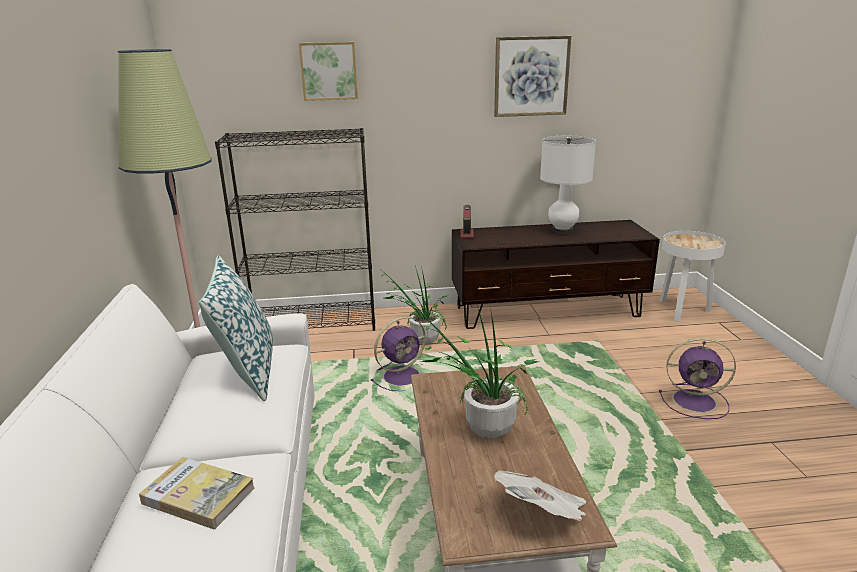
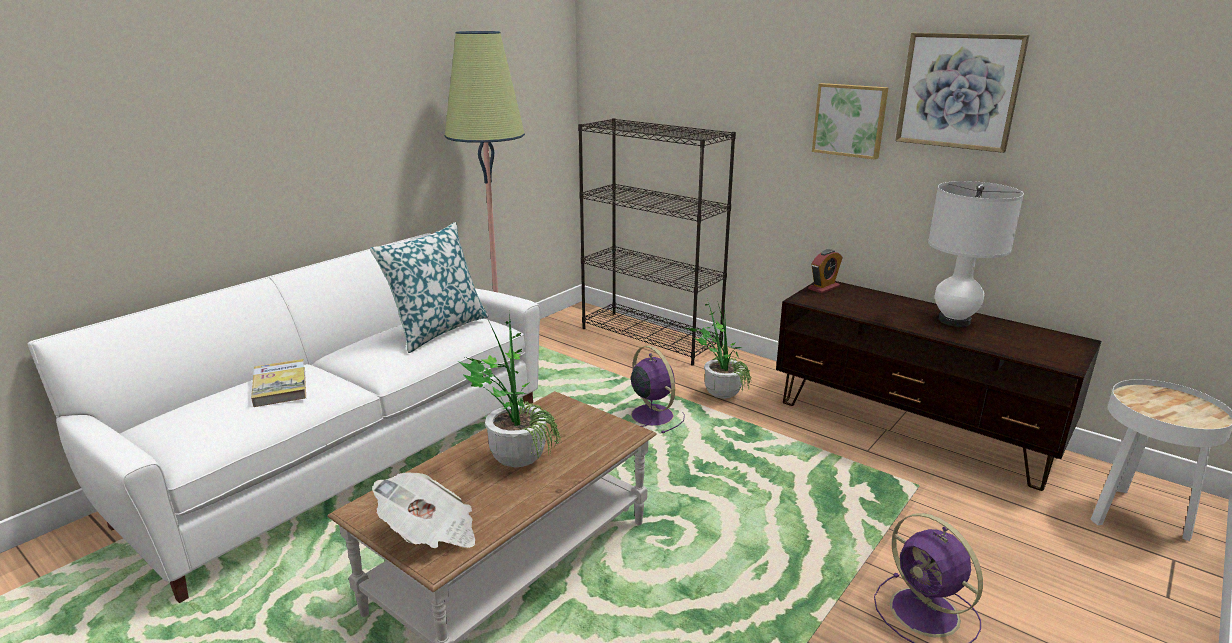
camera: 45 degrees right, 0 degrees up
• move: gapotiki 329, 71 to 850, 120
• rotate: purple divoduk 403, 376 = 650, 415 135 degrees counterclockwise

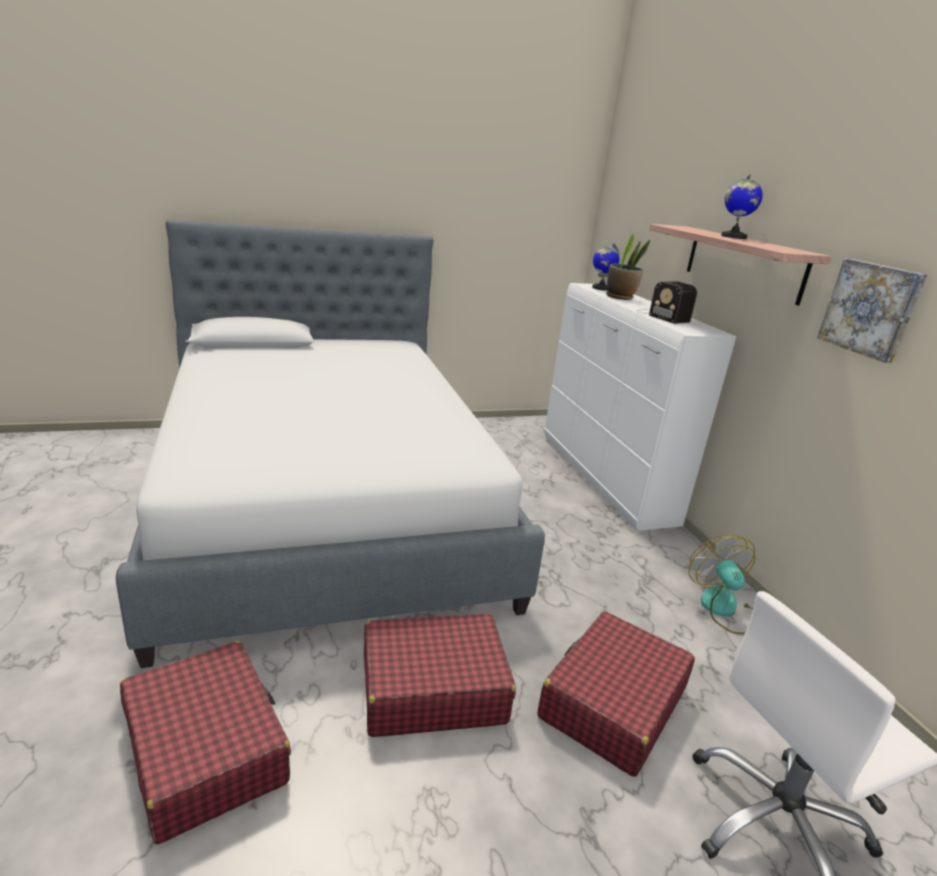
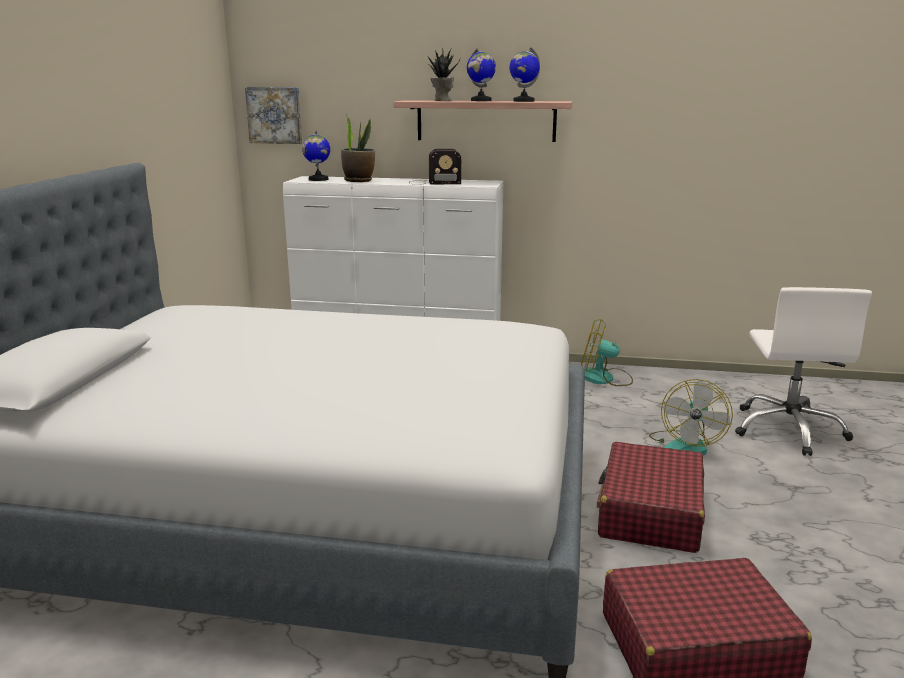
camera: 60 degrees left, 5 degrees down
• move: gapotiki 871, 309 to 275, 115
• replace: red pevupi 612, 704 to divoduk 685, 446
• insert: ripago 523, 101
• insert: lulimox 442, 100

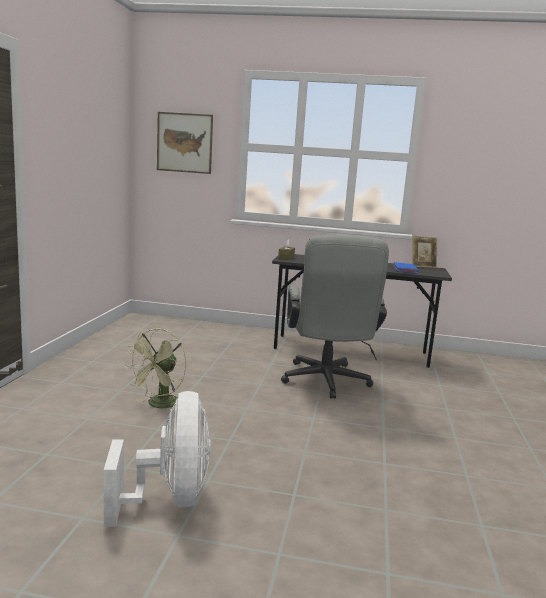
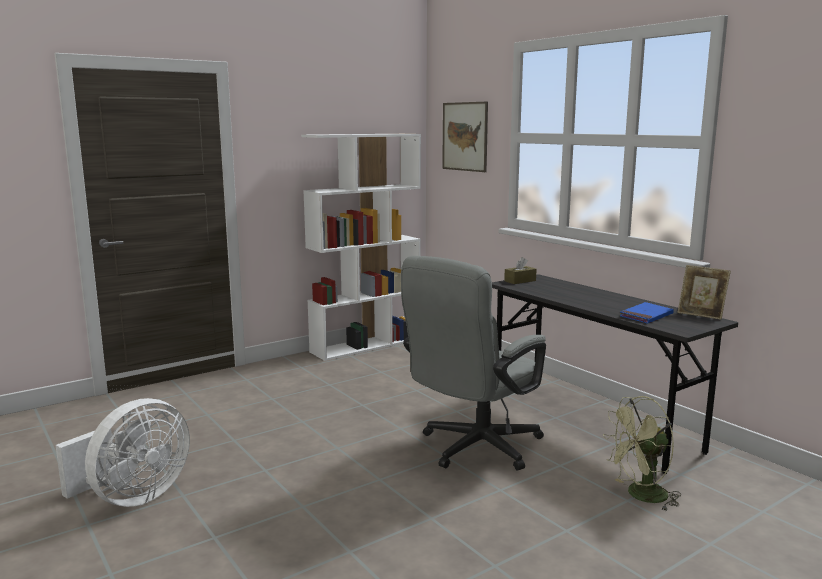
camera: 45 degrees right, 0 degrees up
• move: green divoduk 159, 405 to 640, 496
• insert: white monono 366, 345

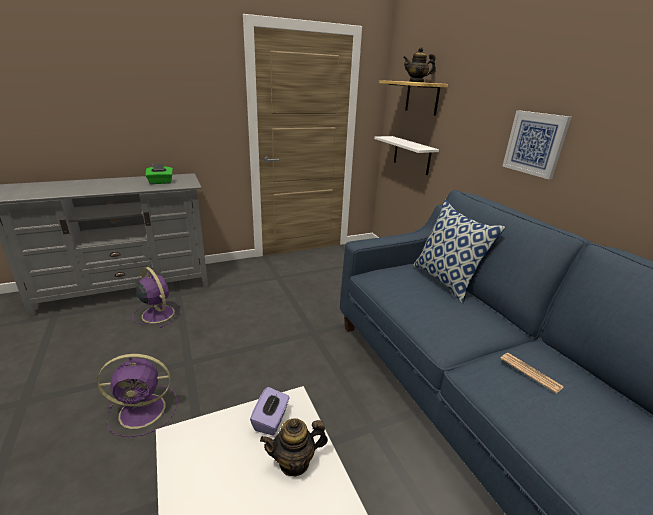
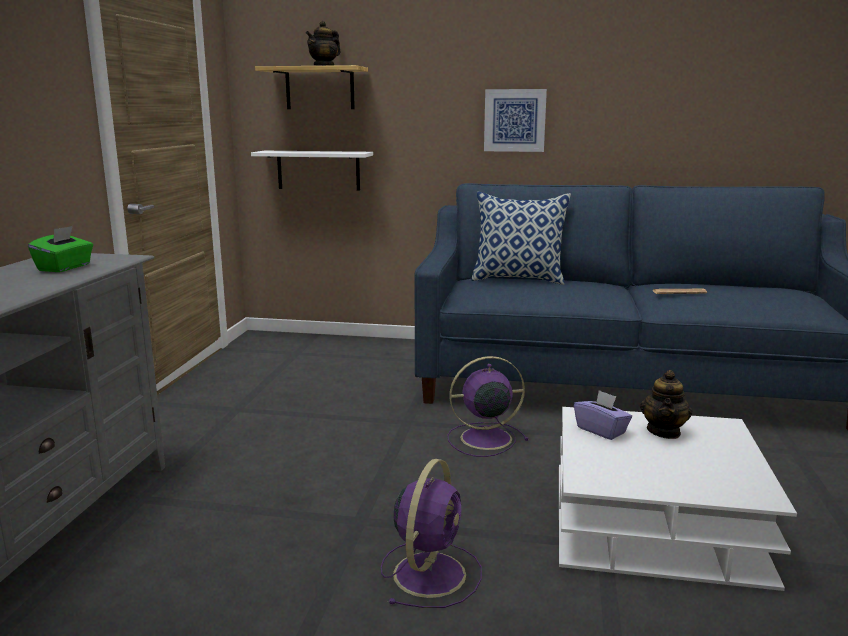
camera: 55 degrees left, 10 degrees down
• move: purple divoduk 157, 313 to 483, 438

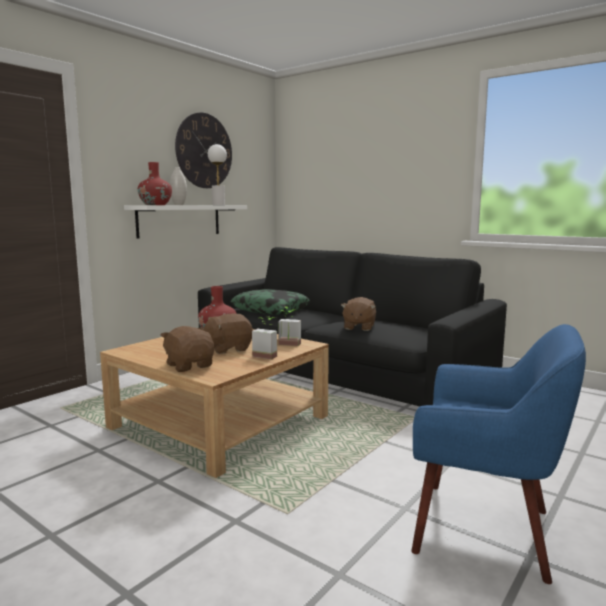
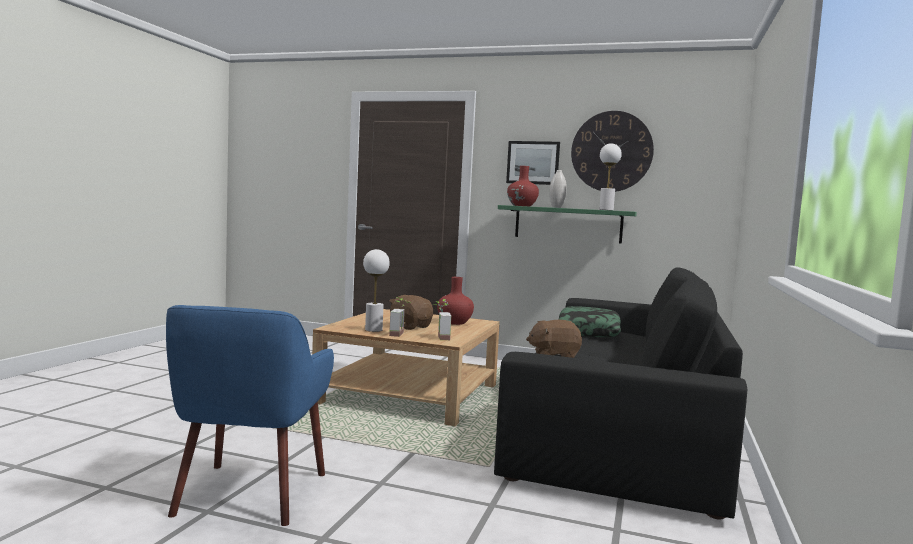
camera: 70 degrees right, 5 degrees down
• recolor: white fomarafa 179, 220 to green fomarafa 568, 224
• delete: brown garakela 190, 365
• insert: gapotiki 533, 162
• insert: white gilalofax 373, 330

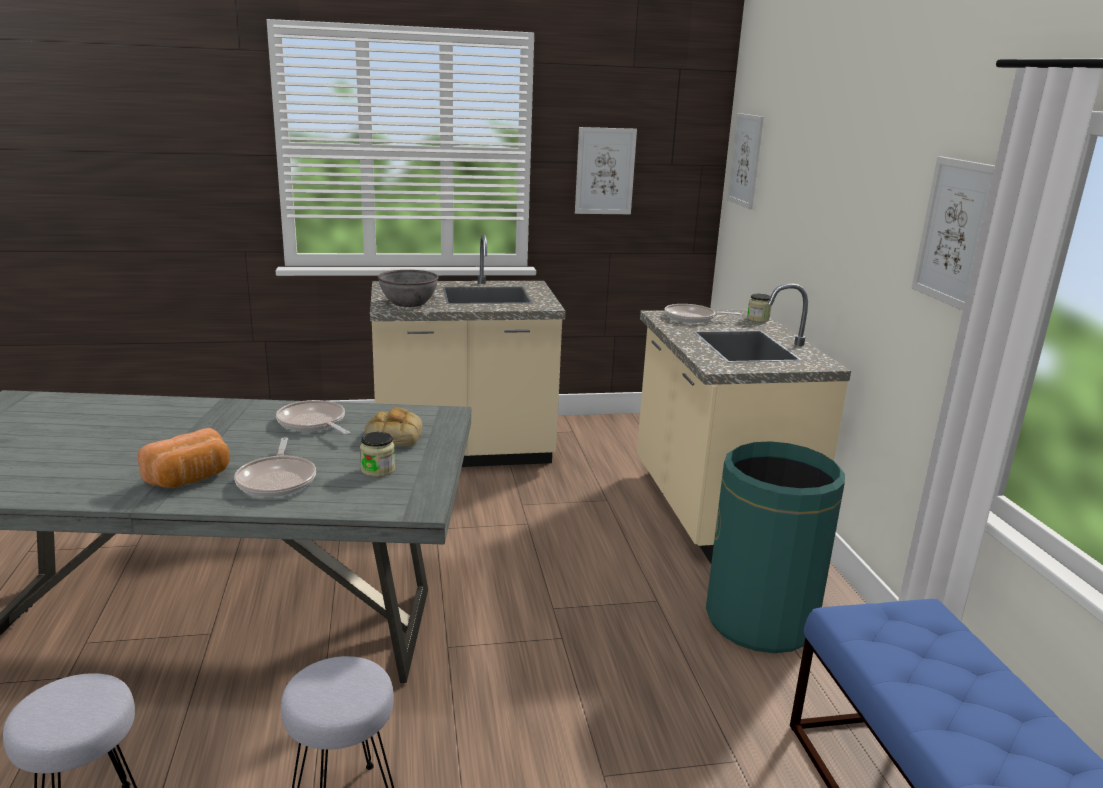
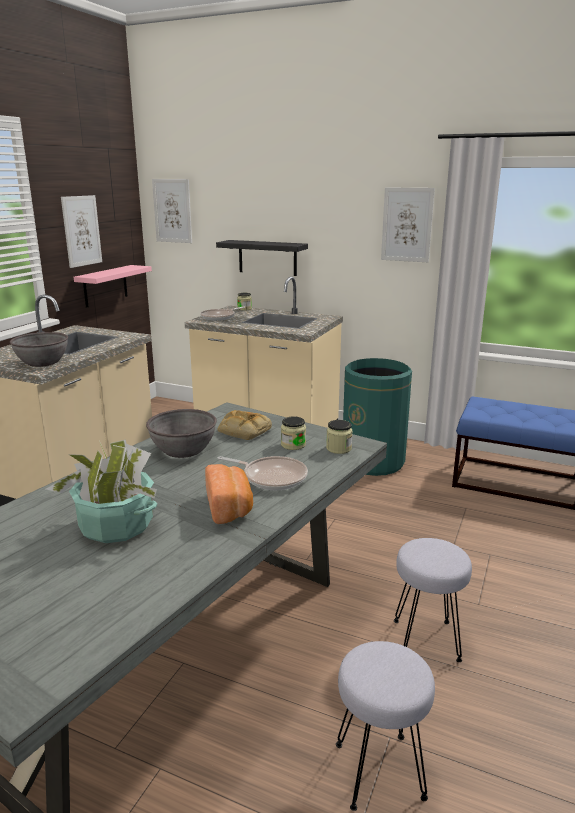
camera: 55 degrees left, 0 degrees up
• replace: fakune 313, 423 to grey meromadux 183, 450
• insert: black fomarafa 267, 257
• insert: pink fomarafa 105, 286
• insert: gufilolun 338, 448
• insert: lulimox 116, 526

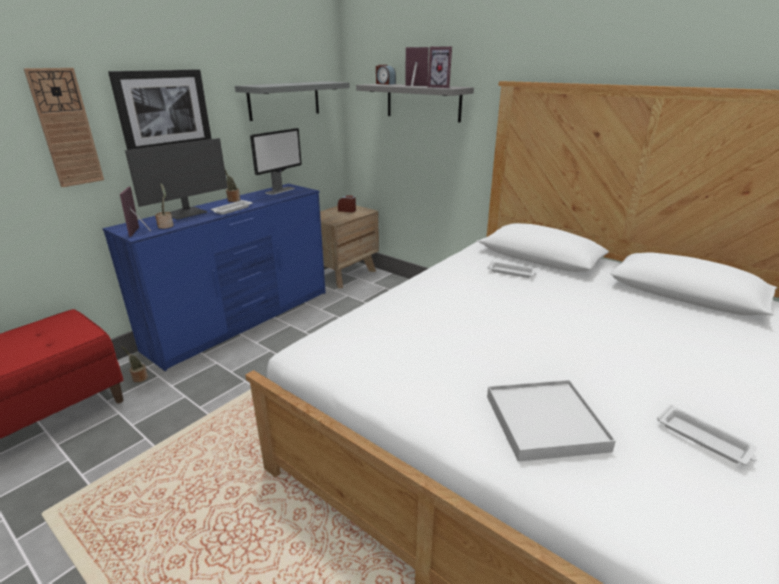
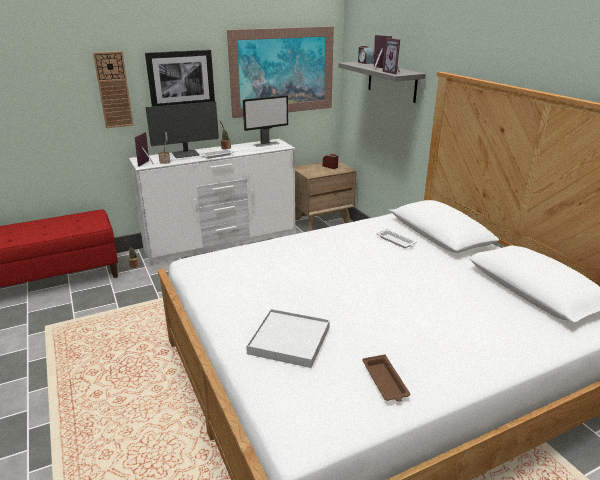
camera: 25 degrees right, 0 degrees up
• replace: grey fomarafa 284, 100 to gapotiki 282, 71
• recolor: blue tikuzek 243, 319 to white tikuzek 222, 241
• recolor: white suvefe 704, 439 to brown suvefe 385, 381

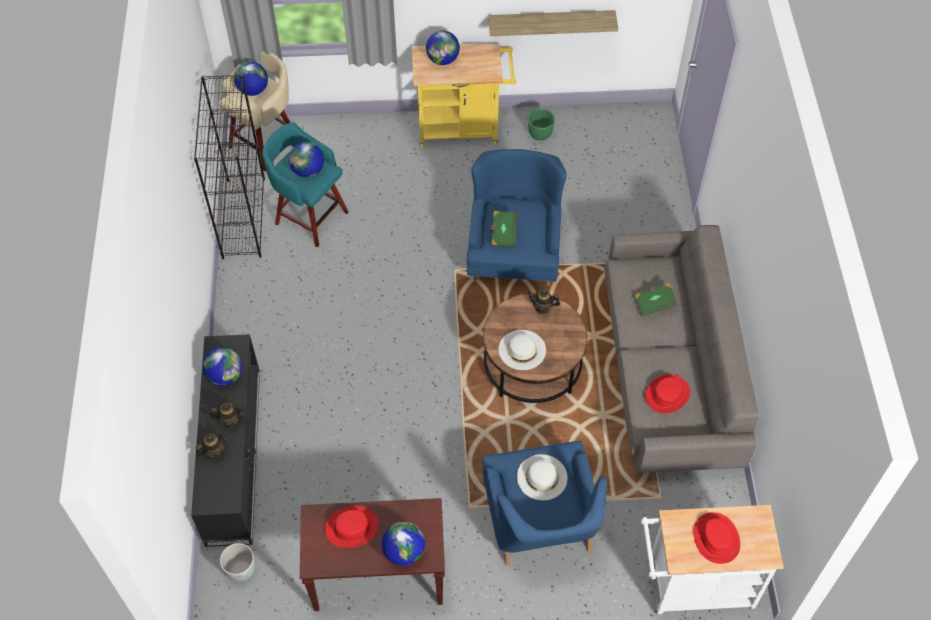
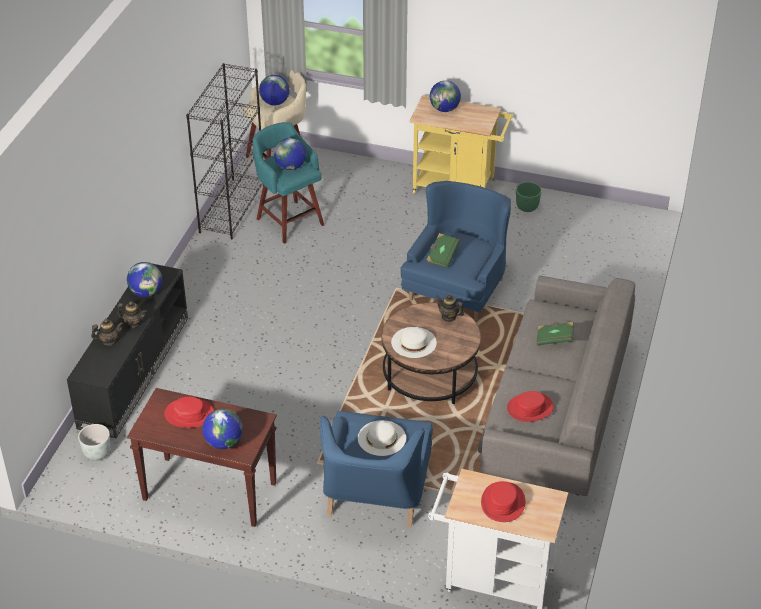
camera: 20 degrees right, 15 degrees down
• delete: fomarafa 551, 22

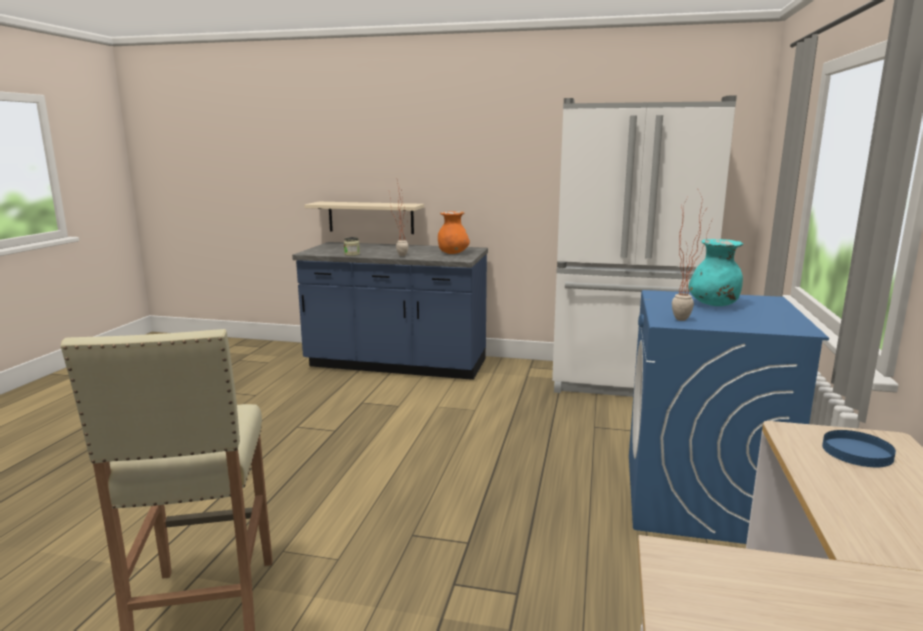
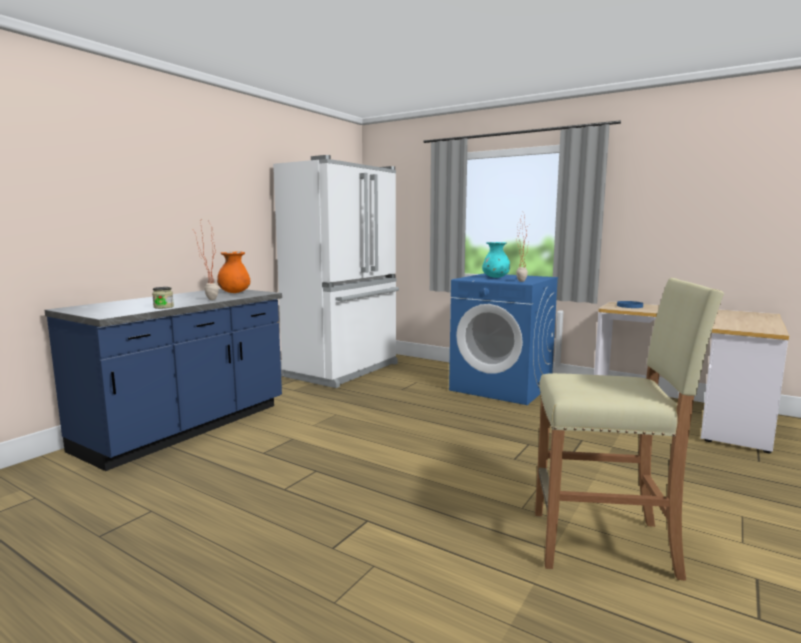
camera: 70 degrees left, 5 degrees down
• delete: beige fomarafa 371, 217

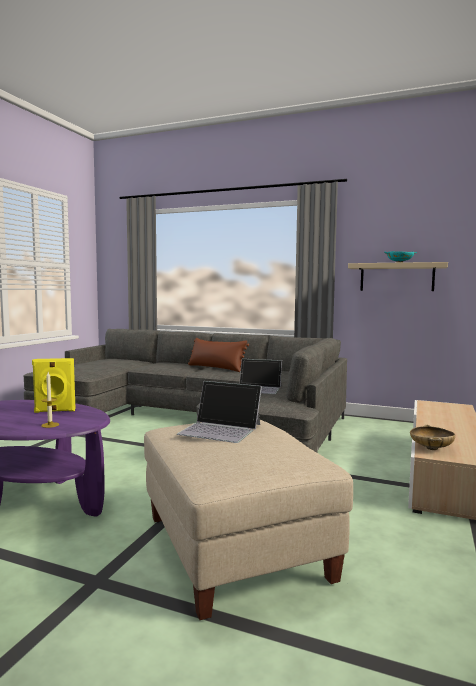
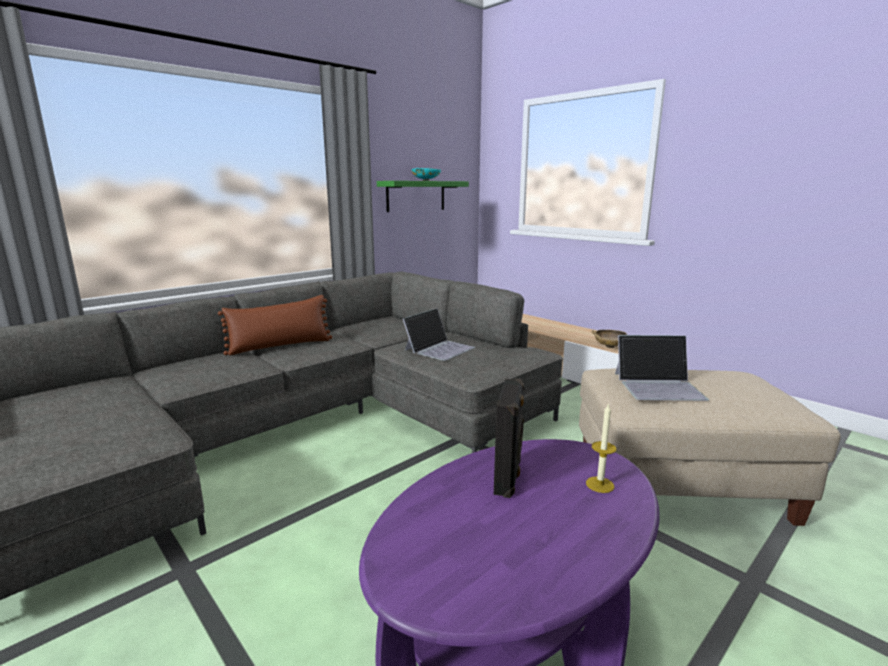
camera: 65 degrees left, 10 degrees up
• recolor: beige fomarafa 396, 277 to green fomarafa 416, 196
• recolor: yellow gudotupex 55, 411 to black gudotupex 508, 477
• rotate: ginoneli 221, 429 = 659, 386 45 degrees clockwise

